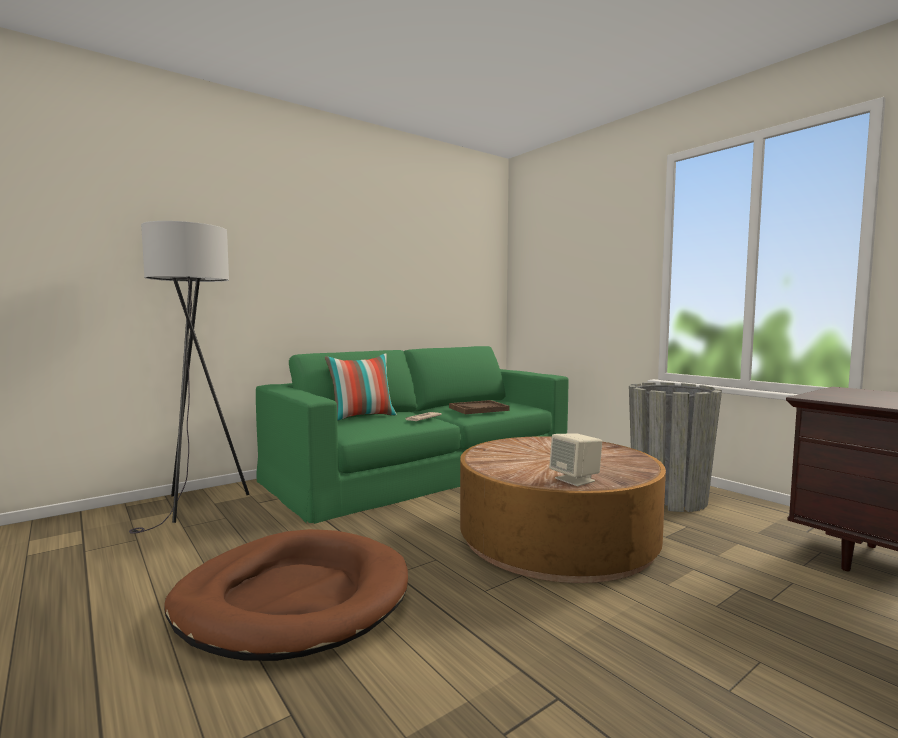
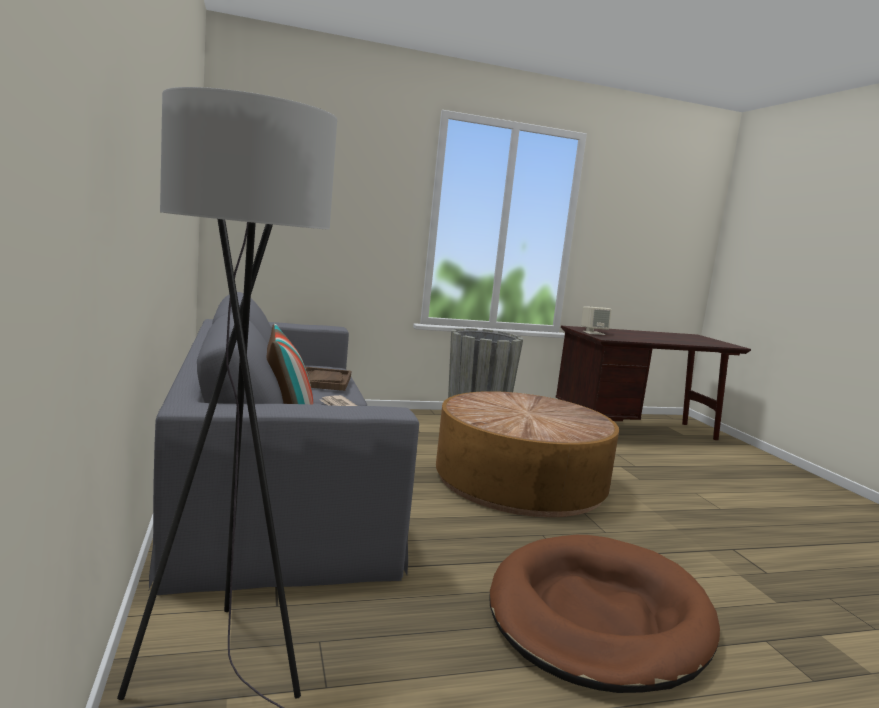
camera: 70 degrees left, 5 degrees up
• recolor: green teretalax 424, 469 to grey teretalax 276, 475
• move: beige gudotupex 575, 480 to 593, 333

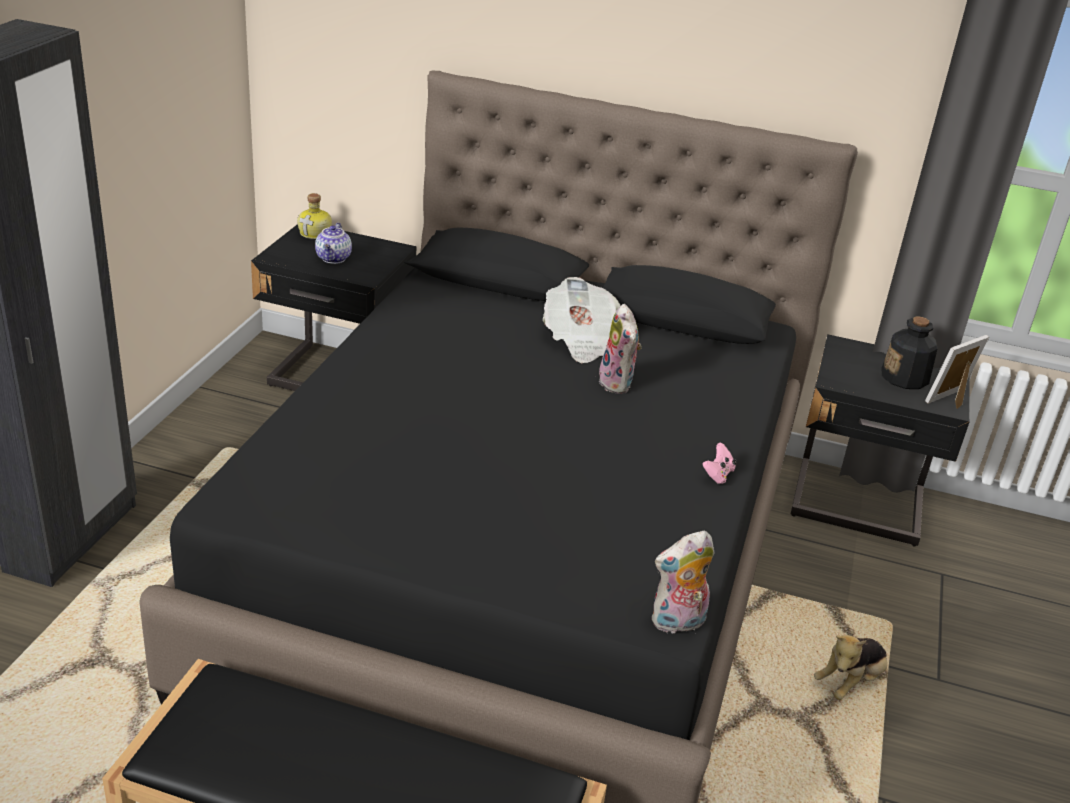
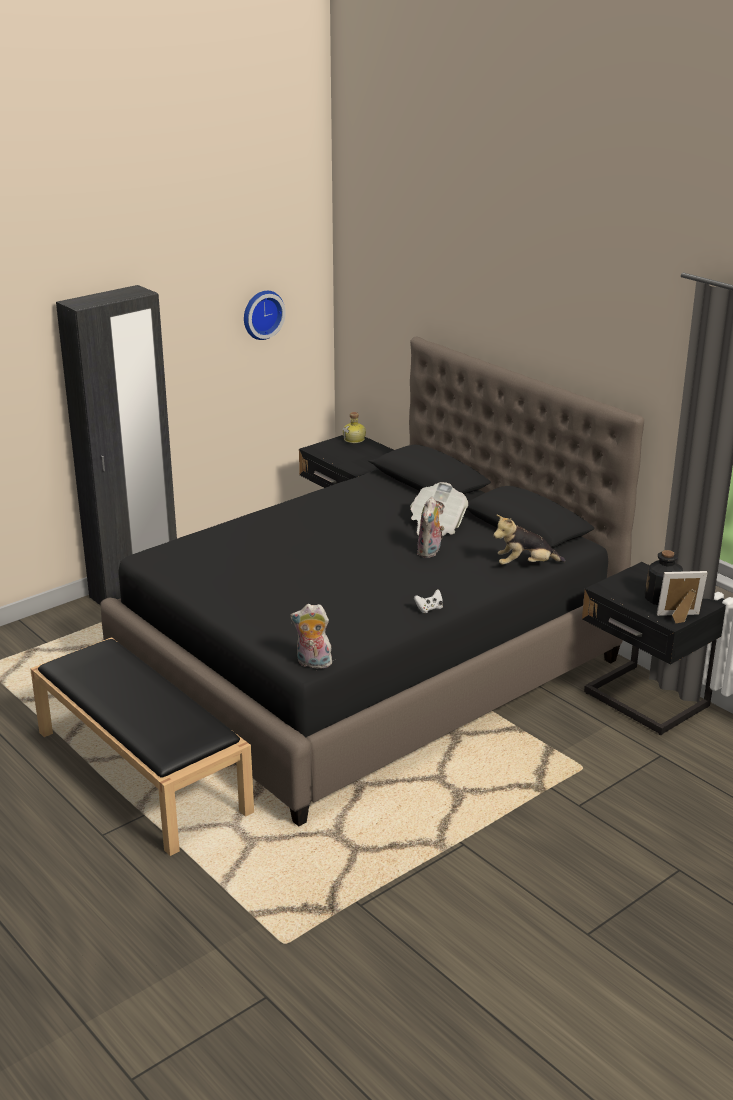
camera: 35 degrees right, 5 degrees down
• delete: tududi 334, 258
• recolor: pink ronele 718, 474 to white ronele 429, 609
• move: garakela 850, 682 to 525, 565
• insert: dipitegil 261, 314

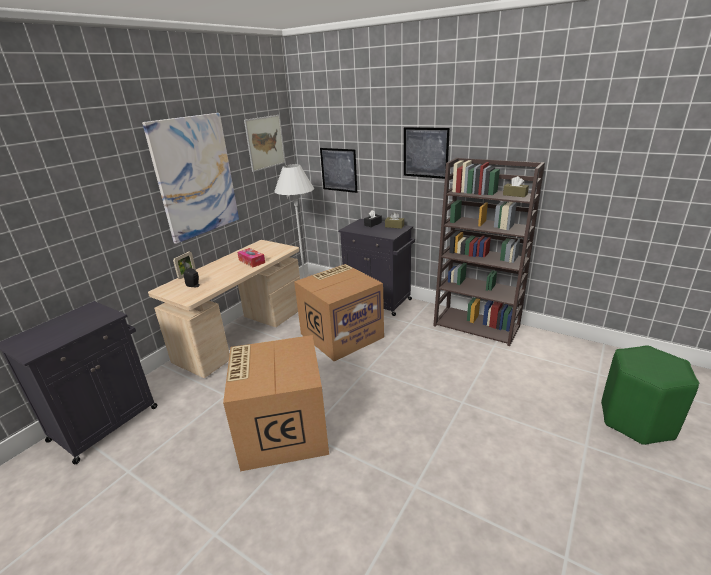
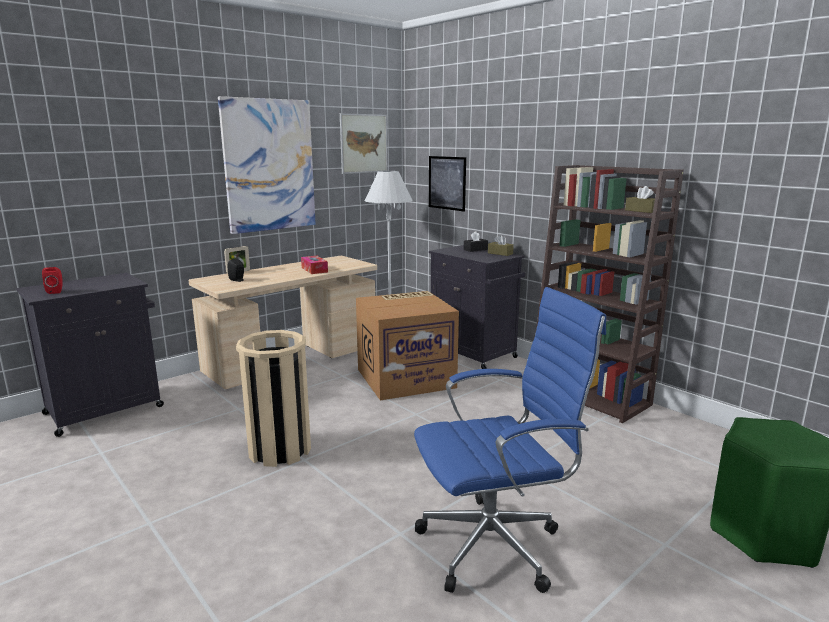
camera: 15 degrees right, 10 degrees down
• delete: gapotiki 425, 152
• replace: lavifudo 282, 429 to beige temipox 279, 450
• insert: red gudotupex 56, 291
• insert: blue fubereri 496, 545

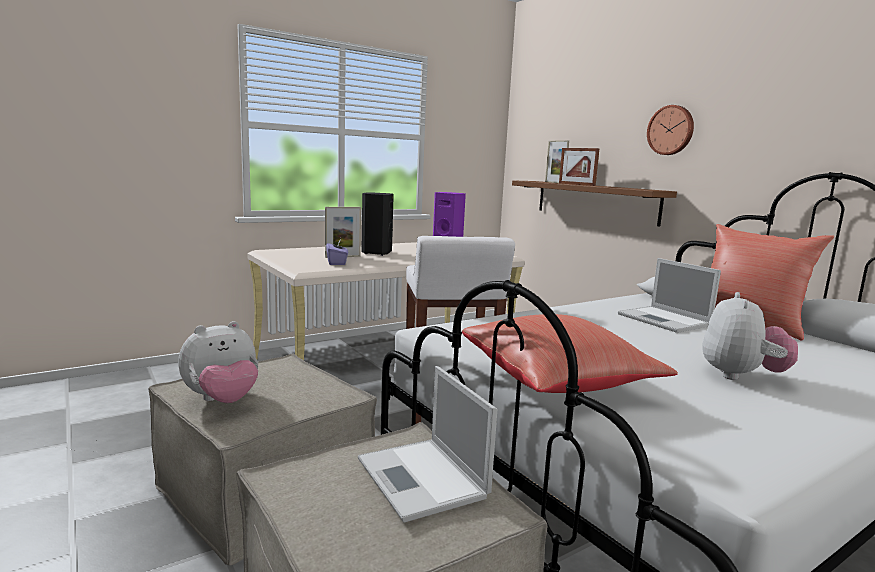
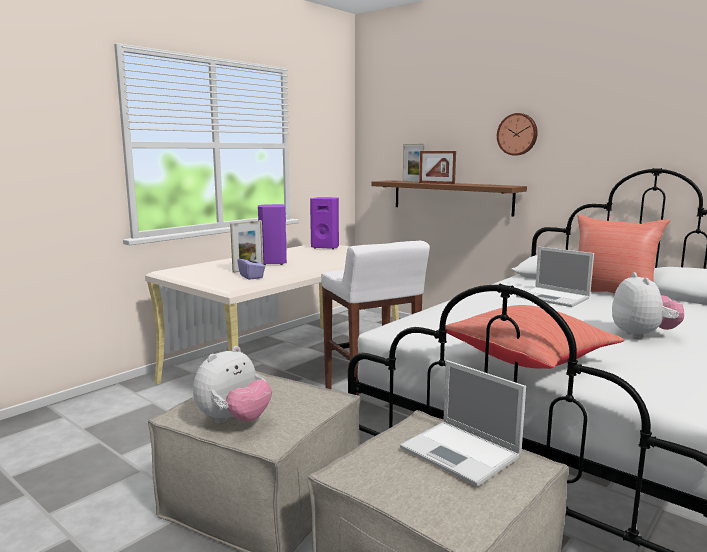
camera: 15 degrees left, 0 degrees up
• recolor: black gudotupex 376, 253 to purple gudotupex 273, 262

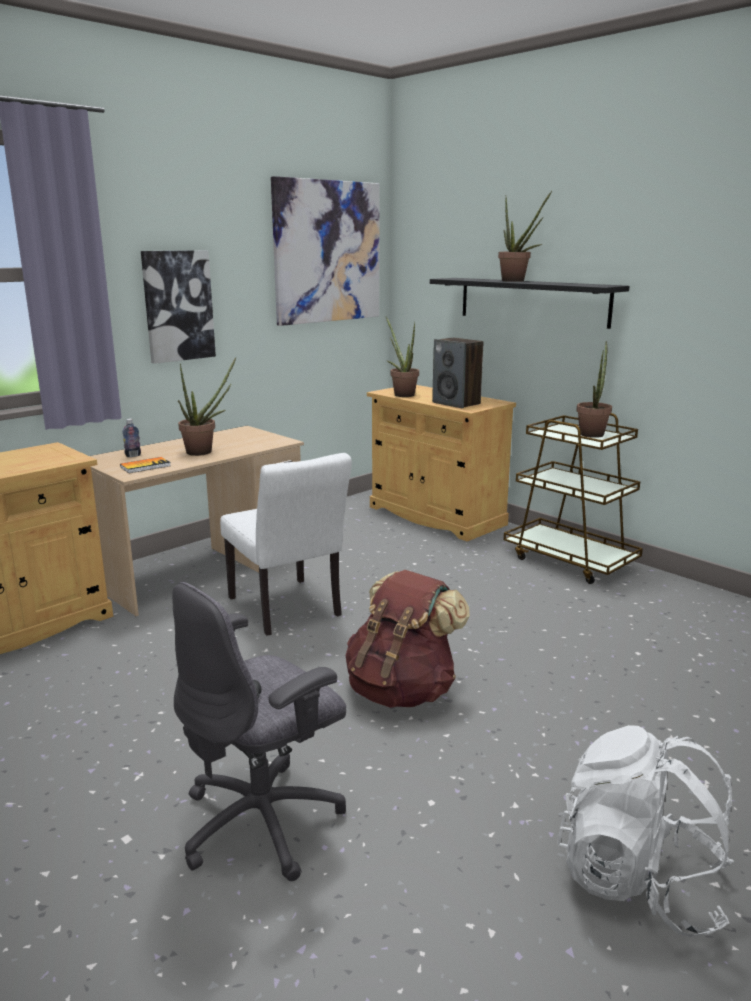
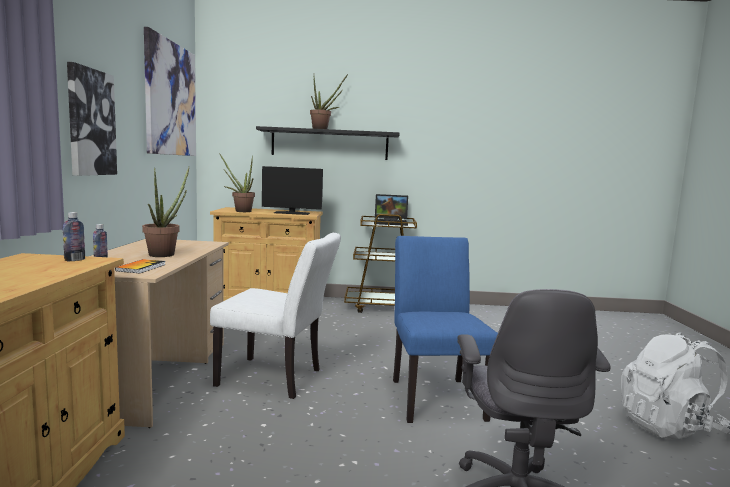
camera: 45 degrees left, 10 degrees down
• replace: gudotupex 457, 403 to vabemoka 292, 213
• replace: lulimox 592, 433 to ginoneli 391, 223
• replace: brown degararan 402, 690 to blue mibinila 434, 395
• insert: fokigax 75, 260

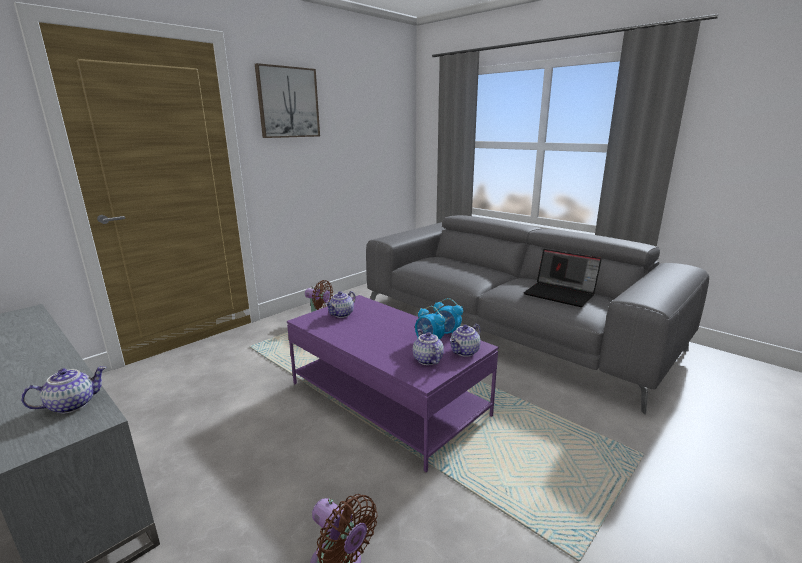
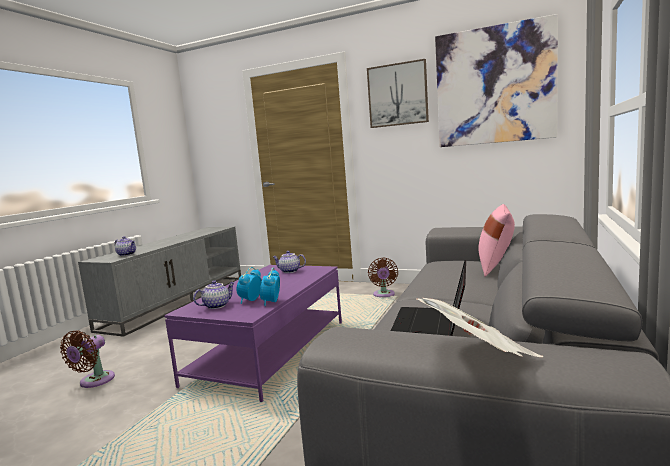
camera: 70 degrees right, 10 degrees down
• delete: tududi 465, 352
• insert: gapotiki 494, 85
• insert: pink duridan 496, 268
• insert: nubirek 479, 356

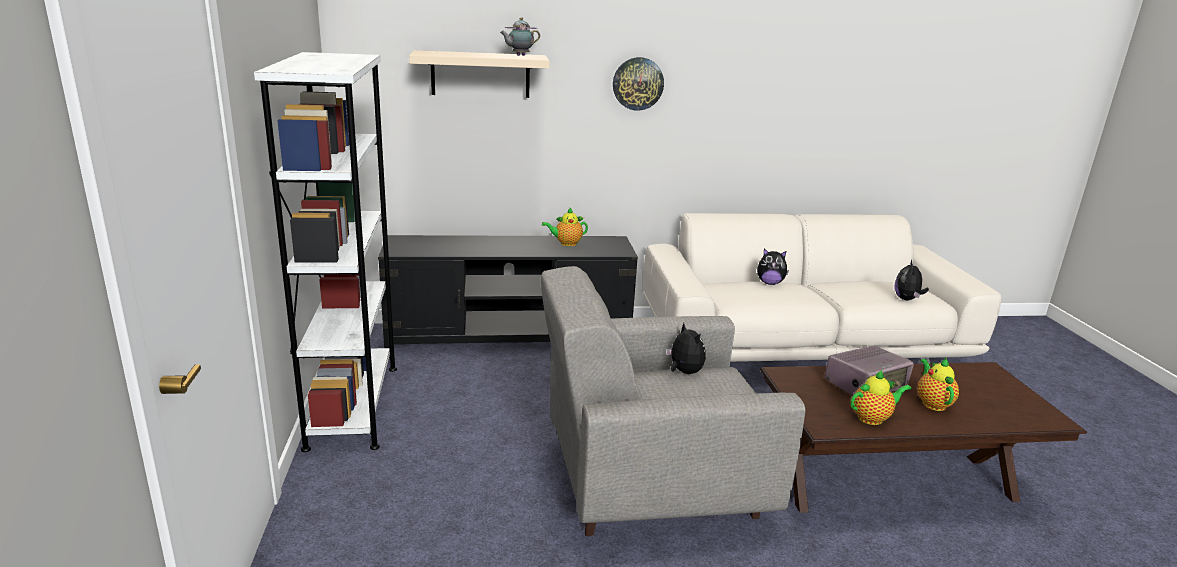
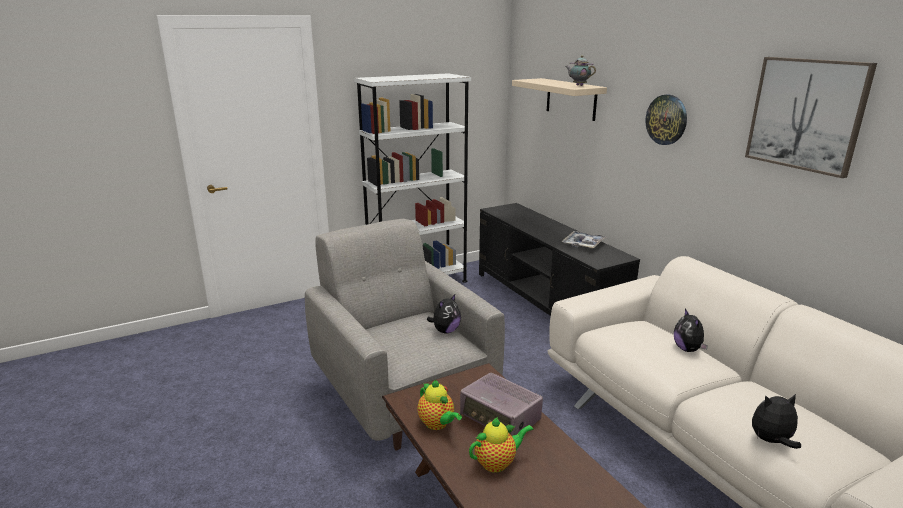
camera: 70 degrees right, 0 degrees up
• replace: tududi 566, 243 to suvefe 583, 244
• insert: gapotiki 806, 114

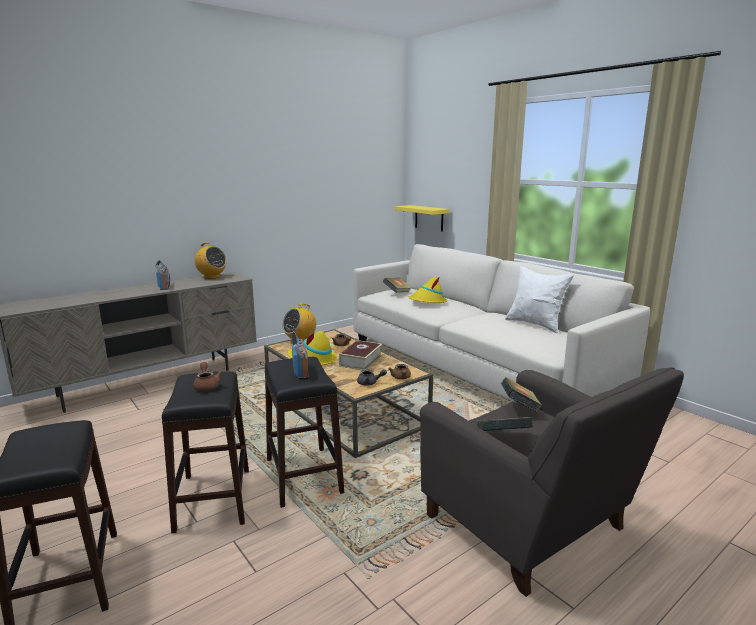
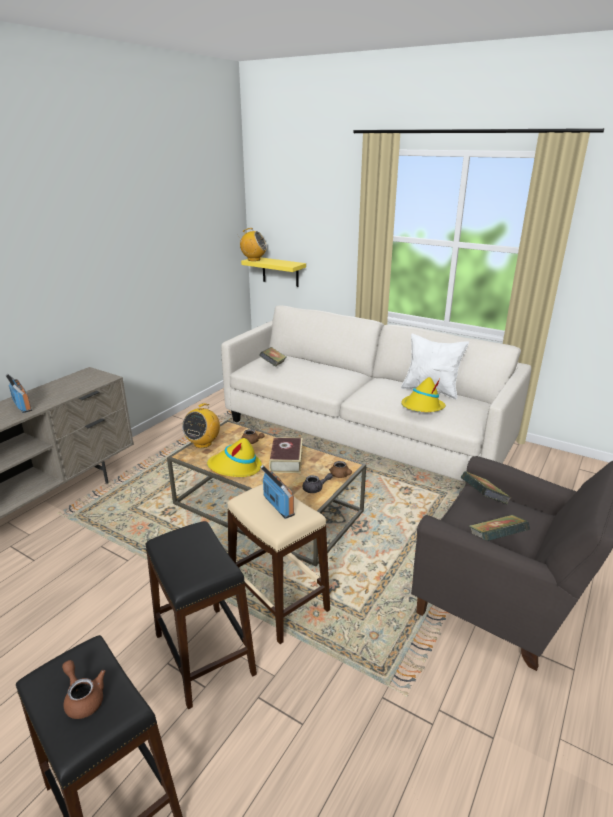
camera: 20 degrees left, 10 degrees up
• move: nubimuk 211, 277 to 253, 259
• move: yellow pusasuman 427, 302 to 422, 407
• recolor: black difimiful 303, 476 to beige difimiful 278, 601
• move: brown tududi 207, 385 to 83, 698

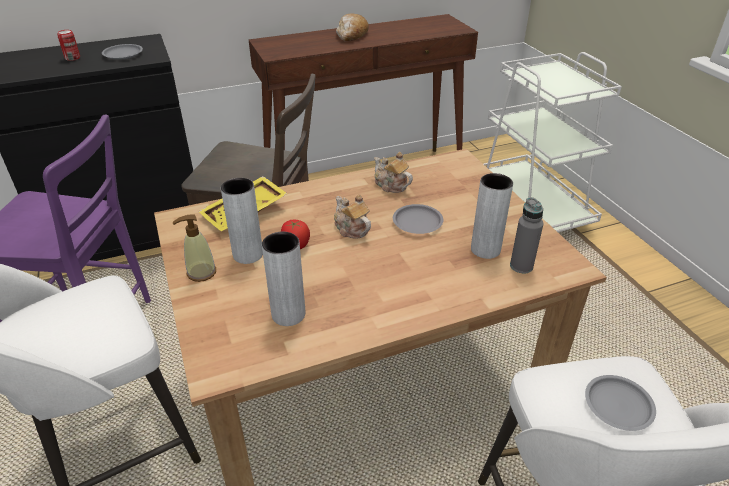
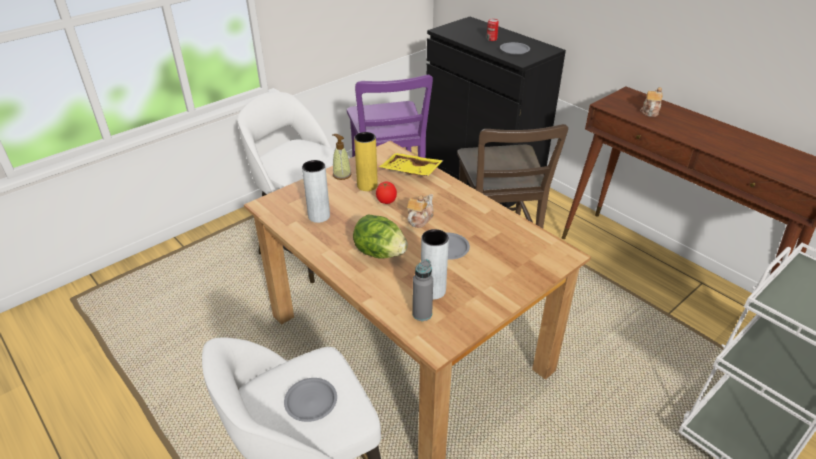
camera: 70 degrees right, 0 degrees up
• delete: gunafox 352, 34
• move: tududi 391, 185 to 650, 111
• recolor: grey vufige 248, 254 to yellow vufige 367, 185
• insert: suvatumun 380, 253

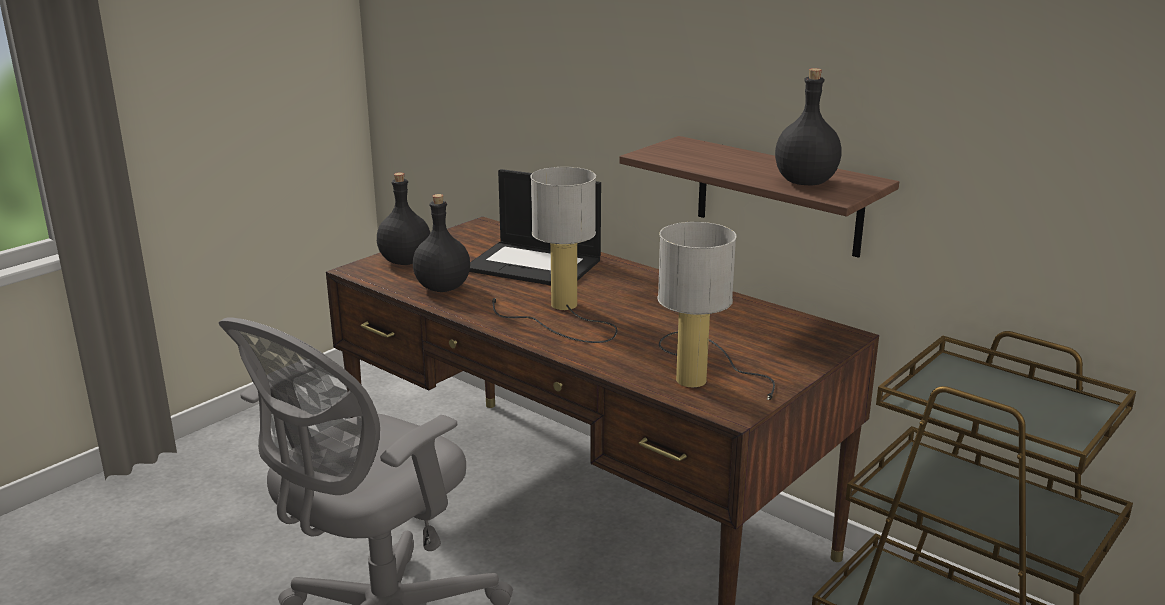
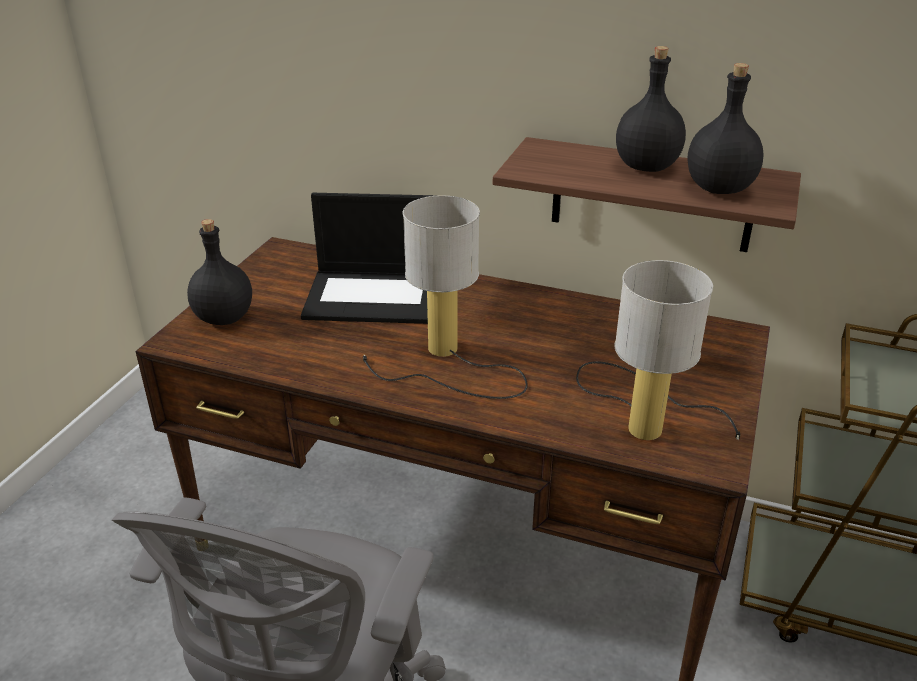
camera: 20 degrees left, 10 degrees up
• move: black fokigax 443, 287 to 647, 166

